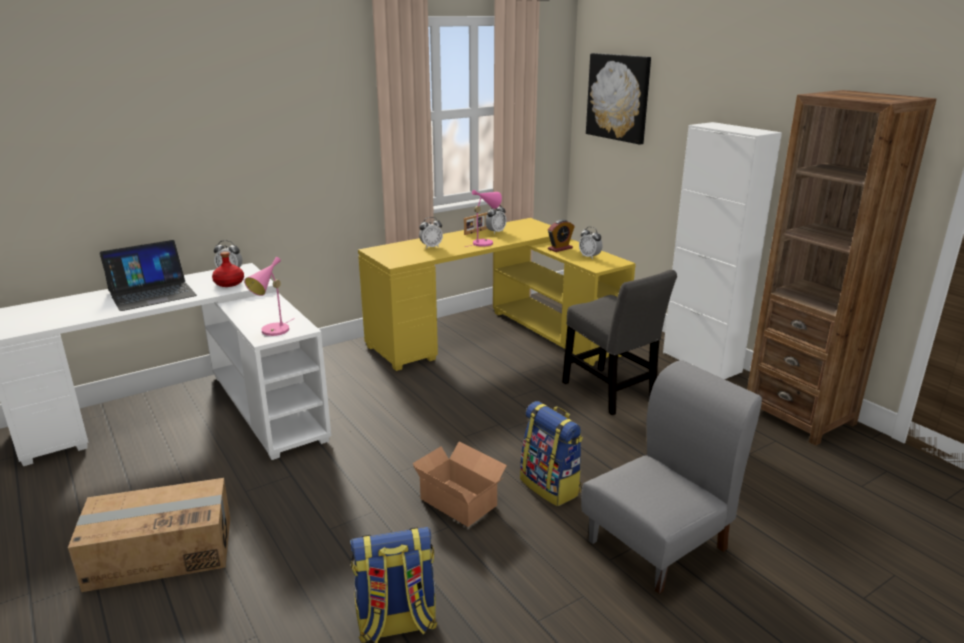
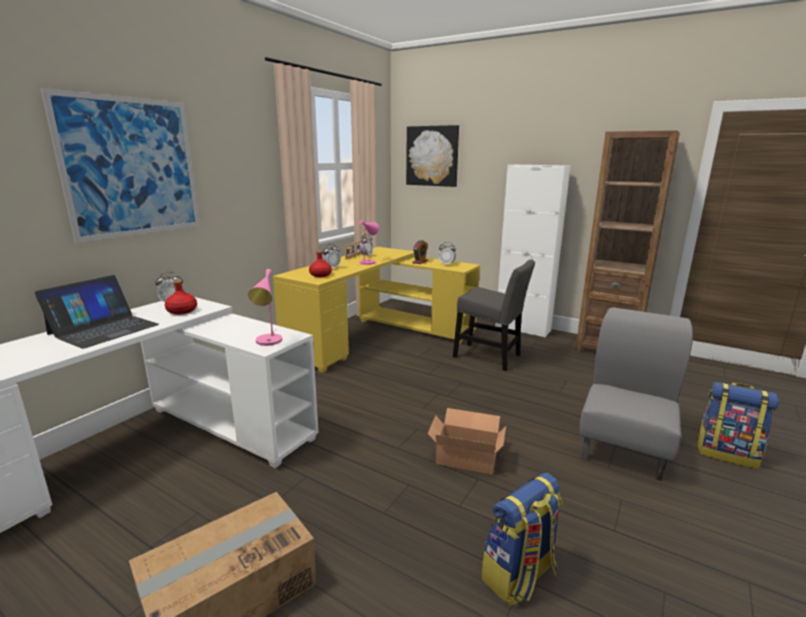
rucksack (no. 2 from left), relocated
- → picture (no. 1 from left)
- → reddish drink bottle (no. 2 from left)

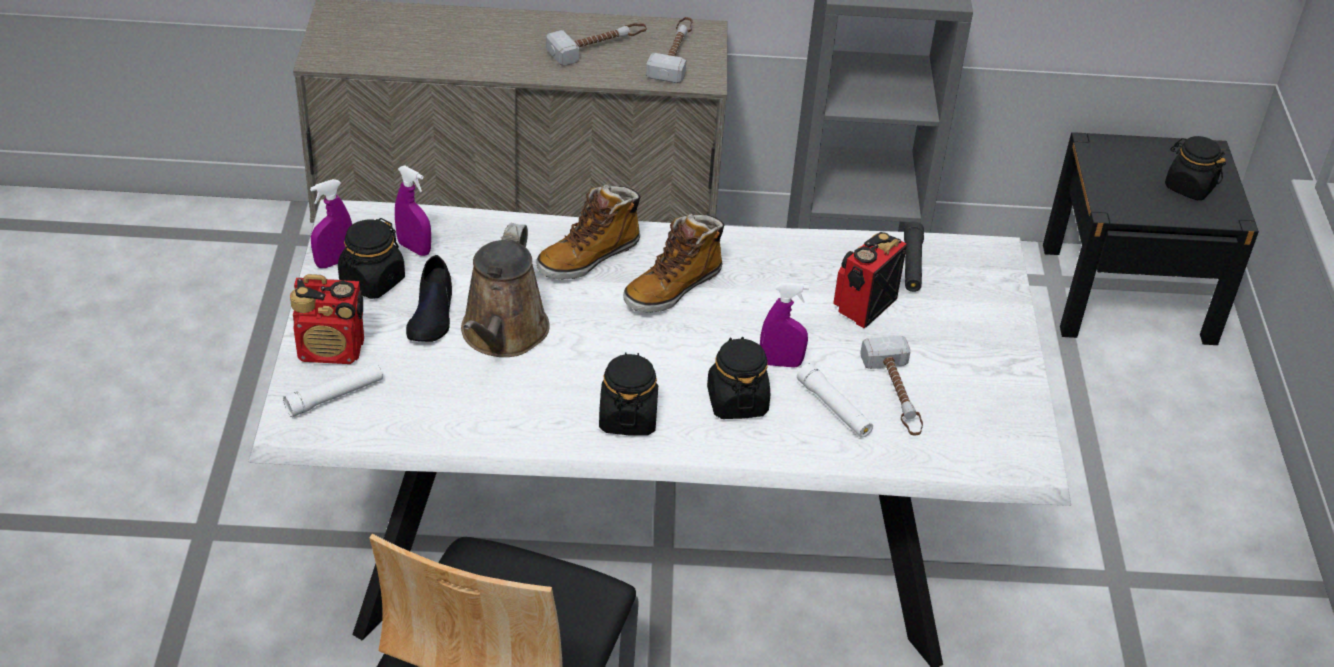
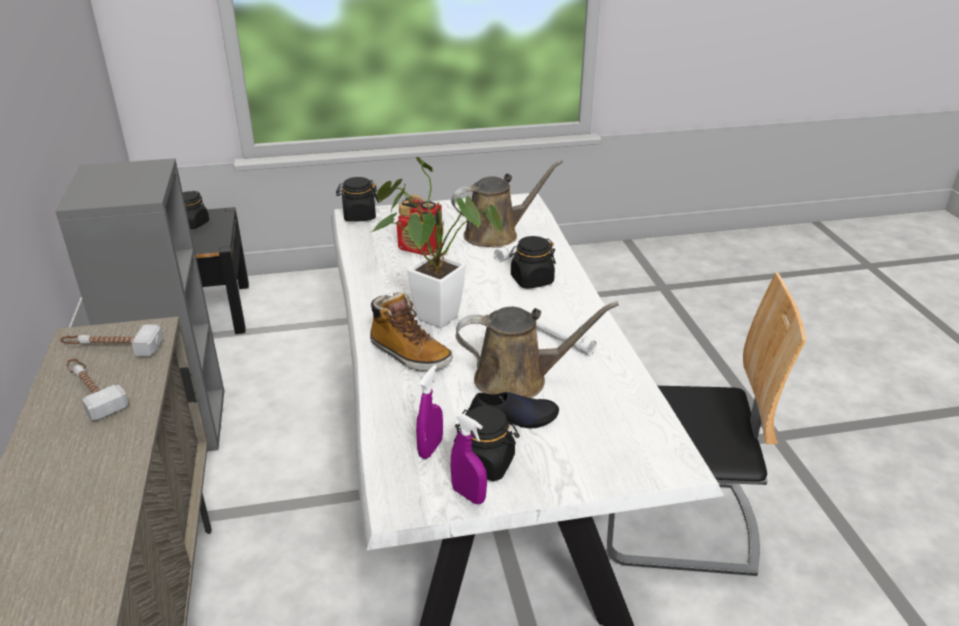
white torch (no. 1 from left in the first image) → white torch (no. 2 from left), relocated
radio (no. 1 from left) → -
blackish storage jar (no. 2 from left), relocated
boot (no. 2 from left) → potted plant
purple sprayer (no. 3 from left) → -
hammer (no. 3 from left) → brownish watering pot (no. 1 from left)
blackish torch → -

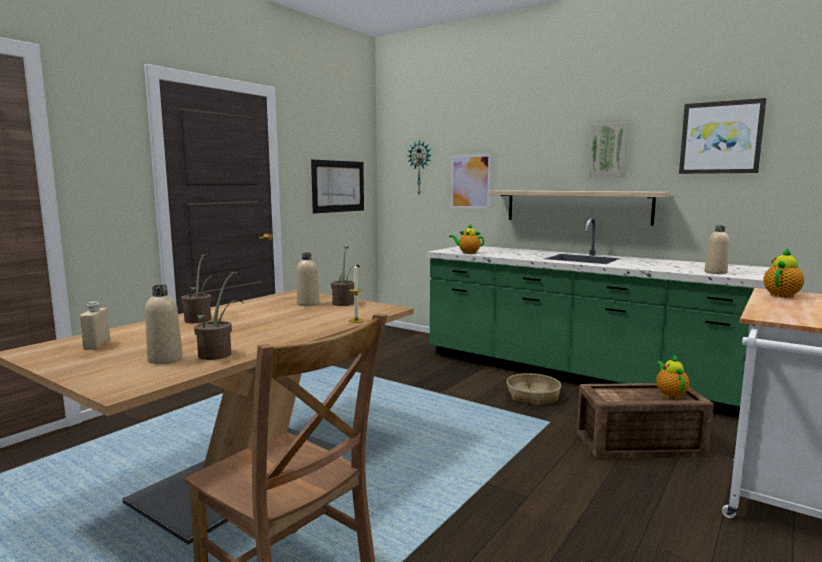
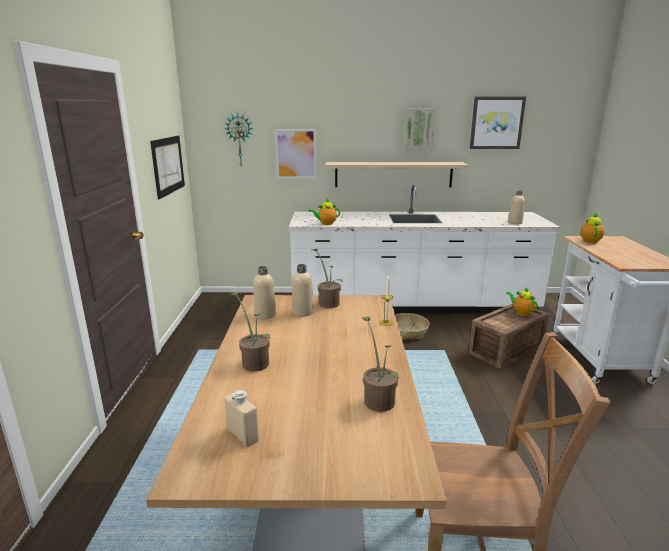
beige-coloured drink bottle (no. 2 from left), relocated
greenish kitchen base unit → white kitchen base unit

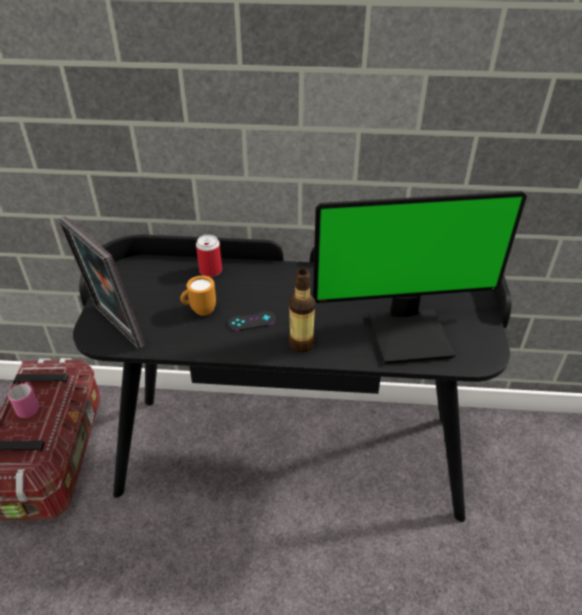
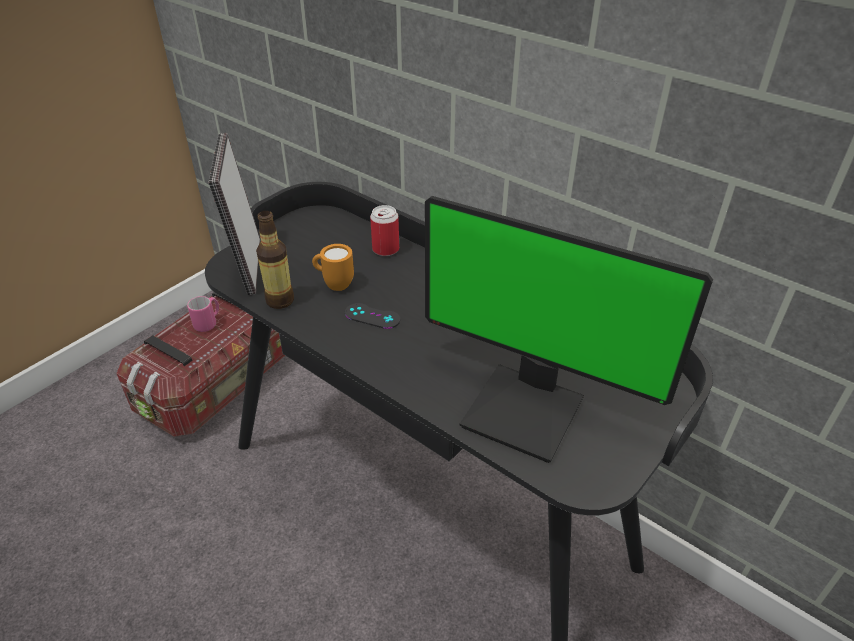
drink bottle, relocated

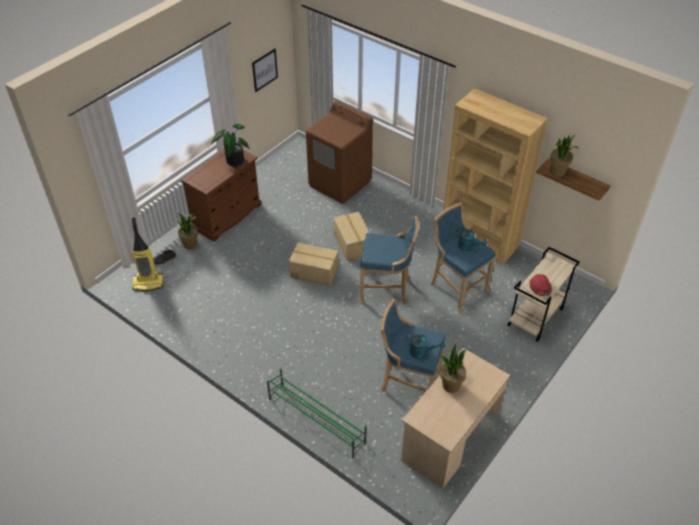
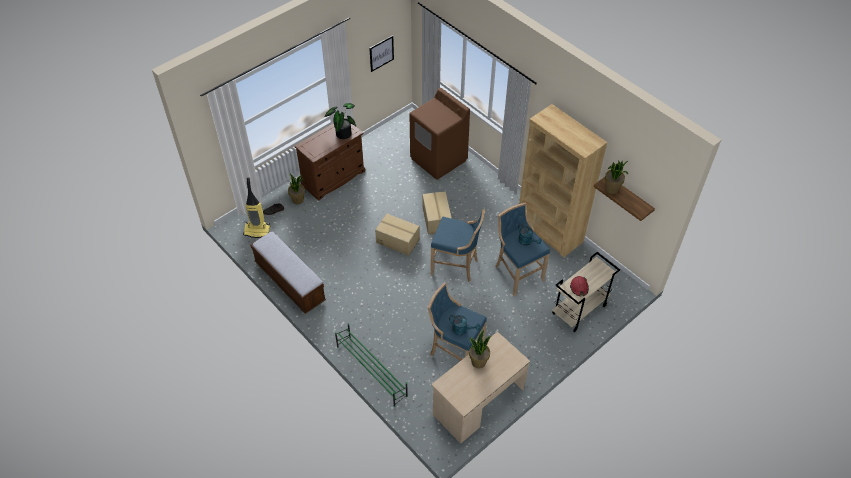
- → bench

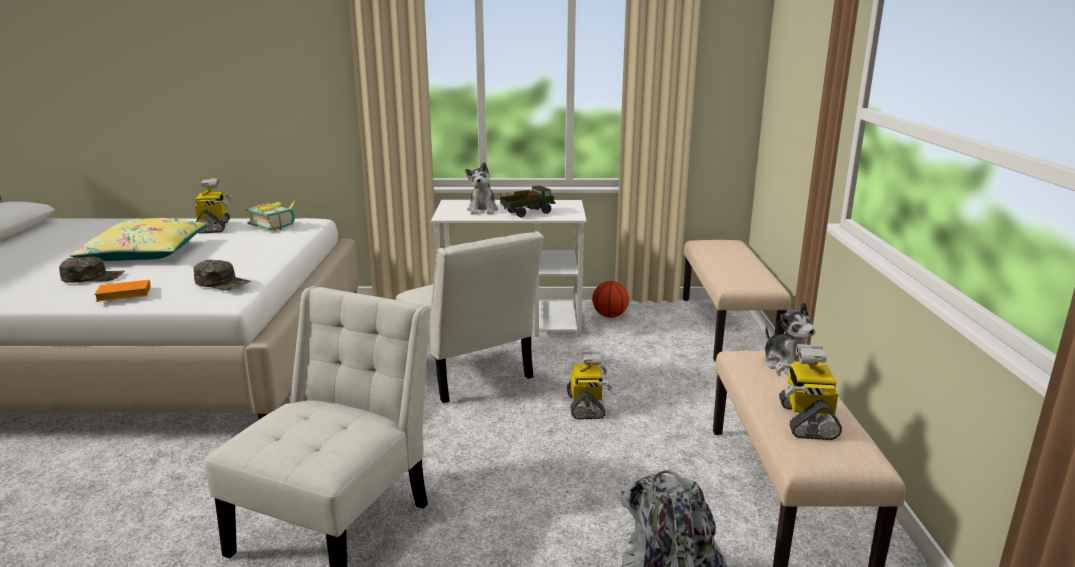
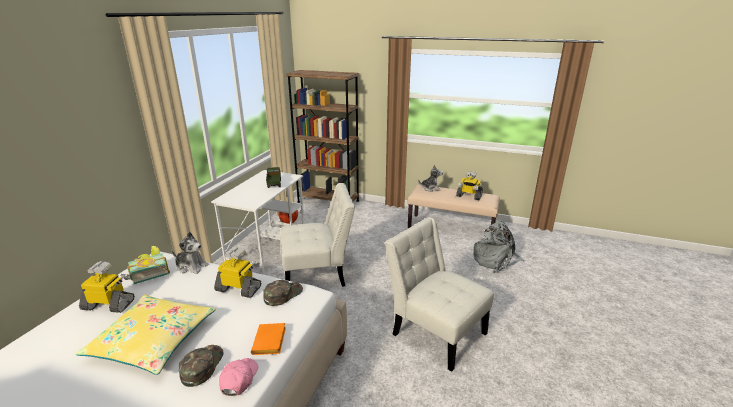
plush toy (no. 1 from left), relocated
model robot (no. 2 from left), relocated
beige-coloured bench (no. 1 from left) → brownish bookshelf
- → pink cap

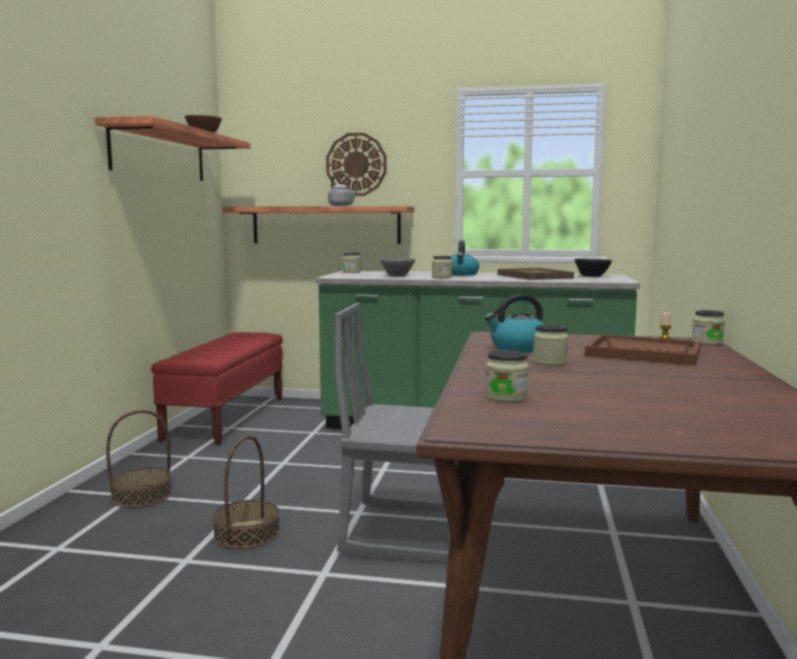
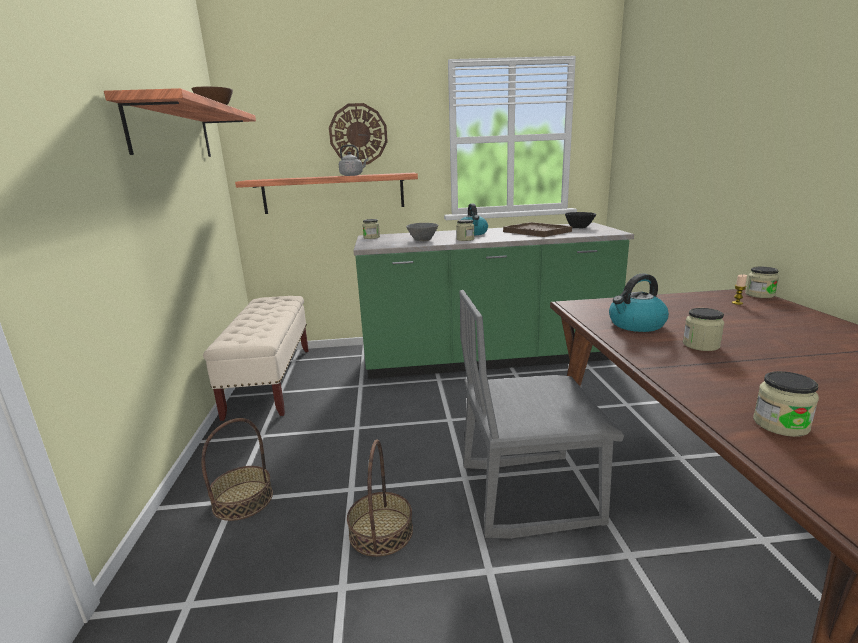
reddish bench → beige-coloured bench
brownish carrying tray (no. 2 from left) → -

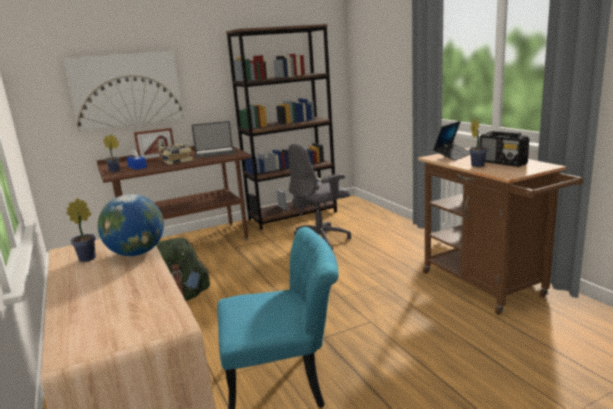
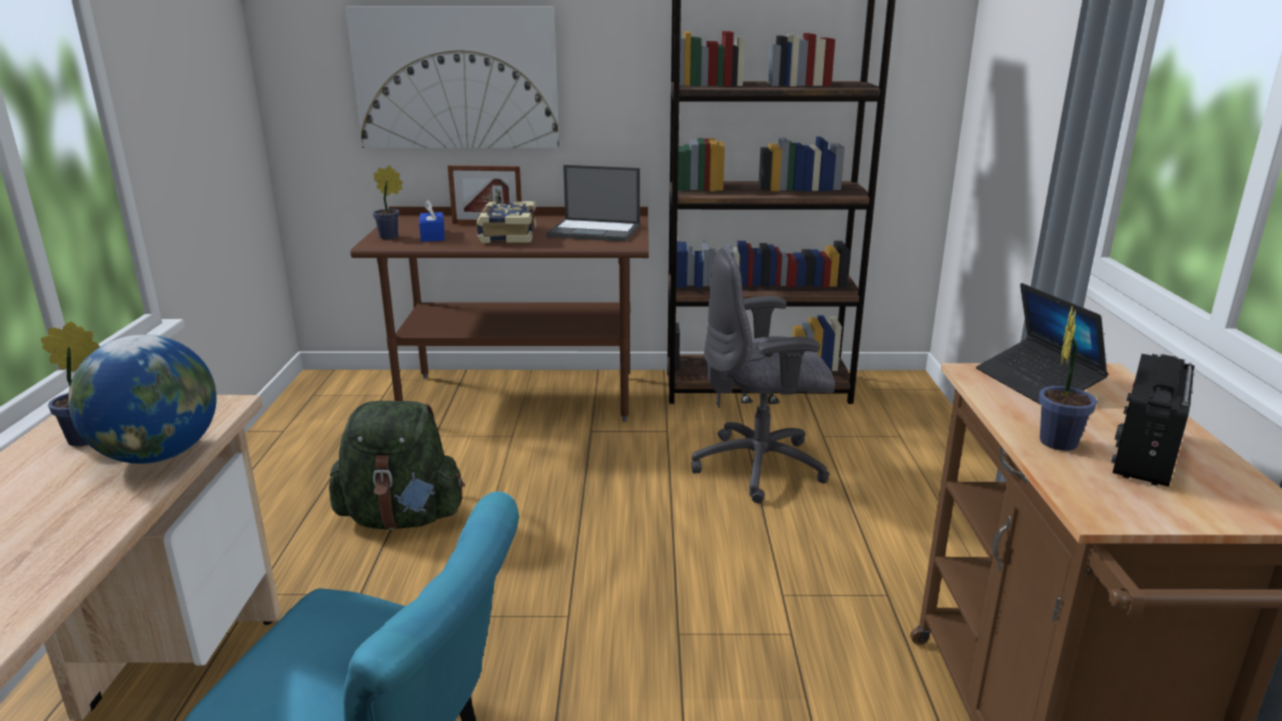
portable computer (no. 2 from left), 90 degrees clockwise
radio, 45 degrees clockwise

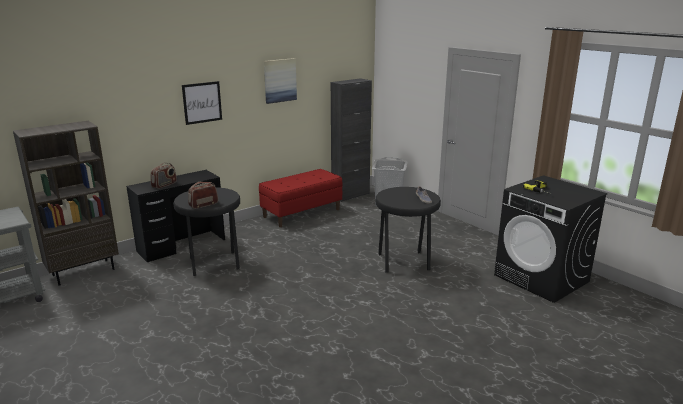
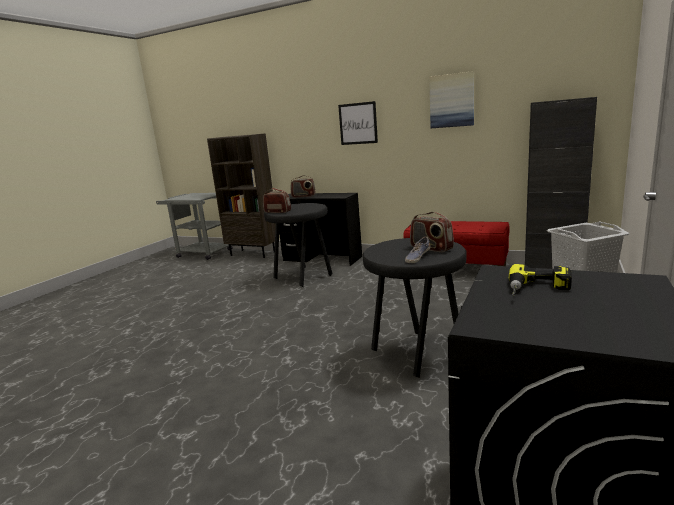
- → radio (no. 3 from left)

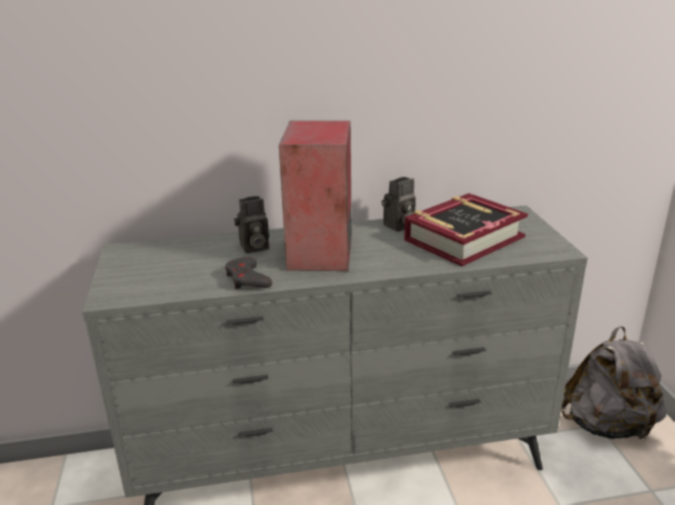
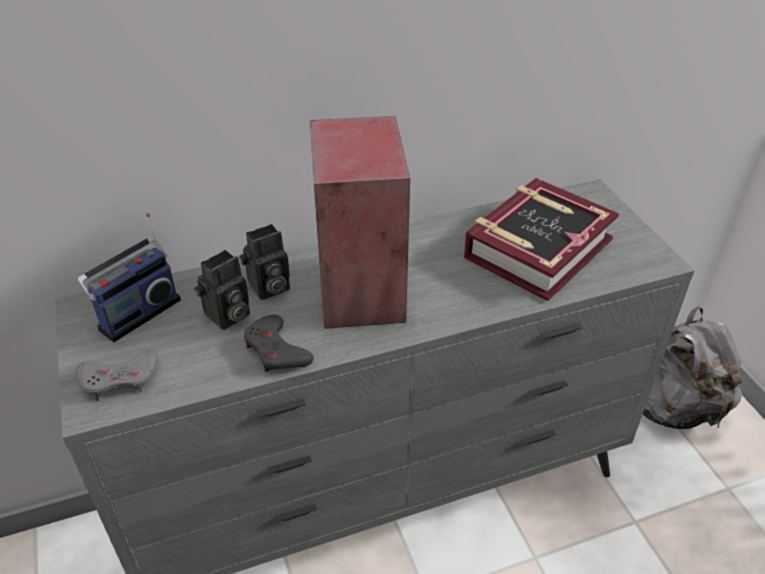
photo camera (no. 2 from left in the first image) → photo camera (no. 1 from left), relocated
- → gray gamepad (no. 1 from left)
- → radio

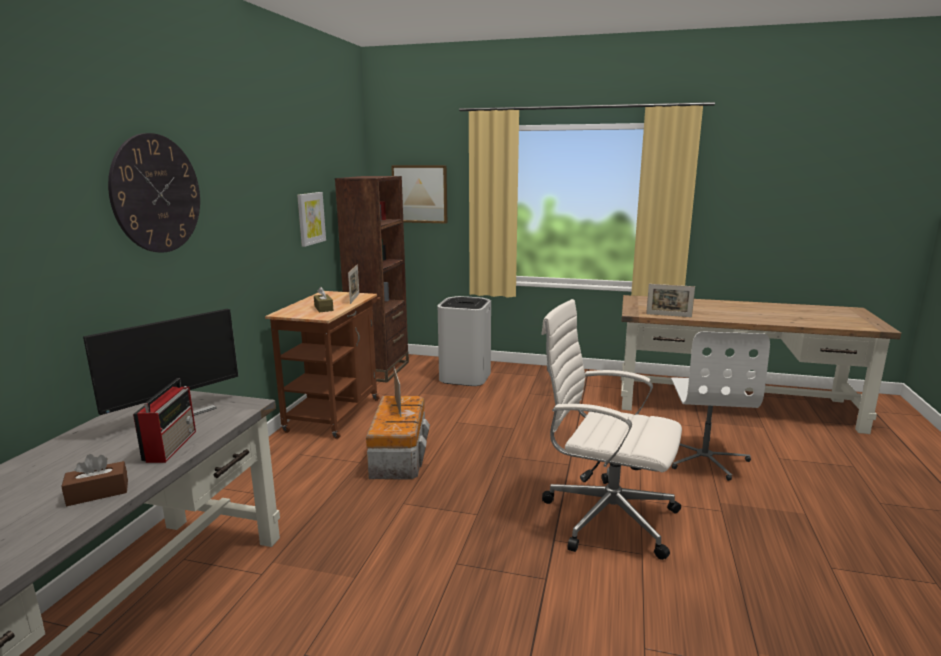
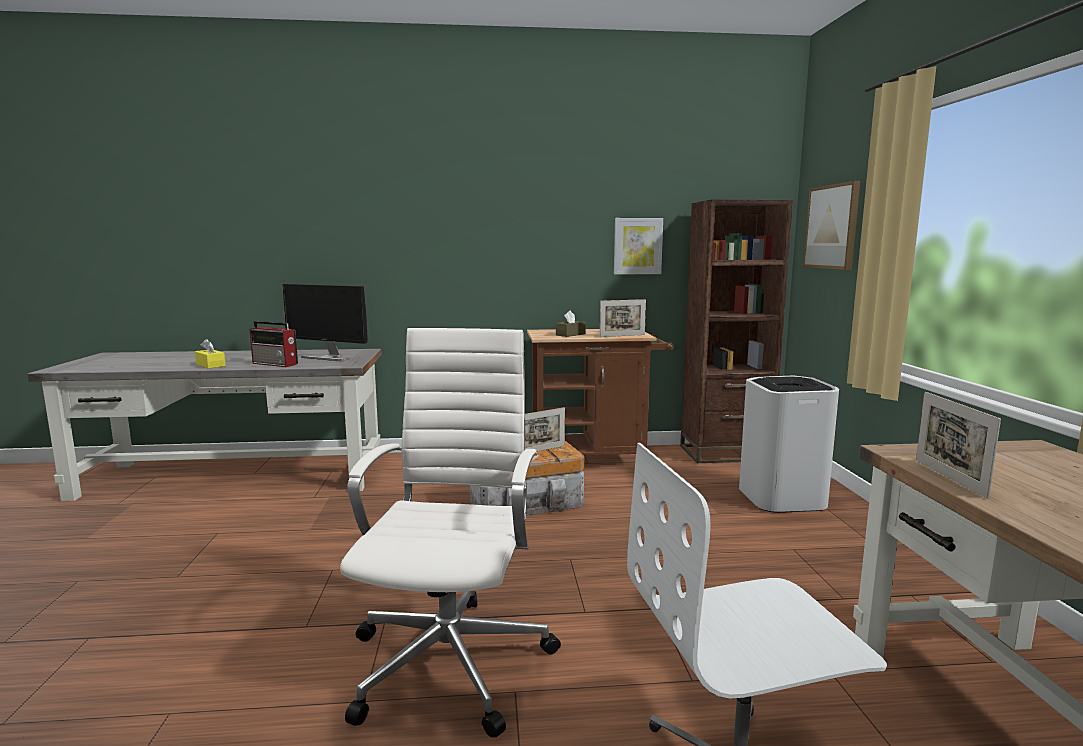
brownish tissue box (no. 1 from left) → yellow-coloured tissue box
wall clock → -
radio, 45 degrees clockwise

